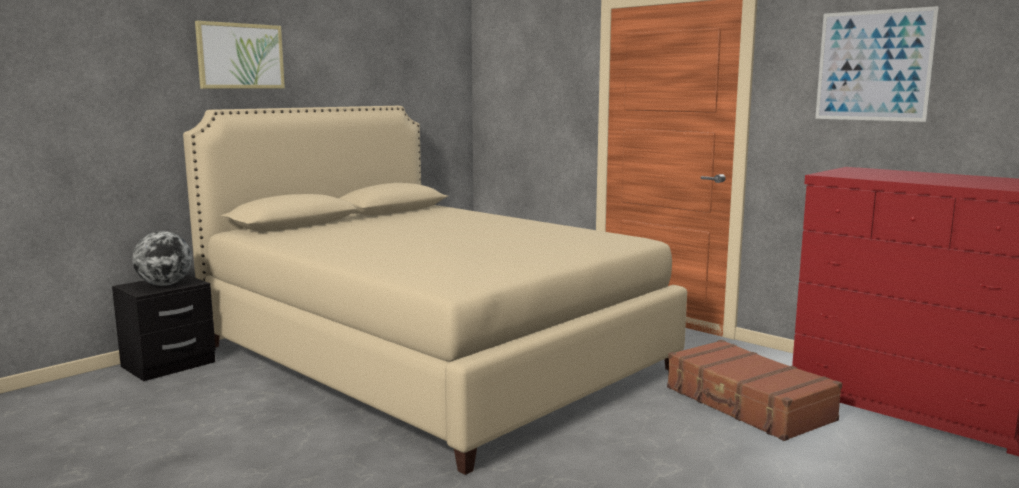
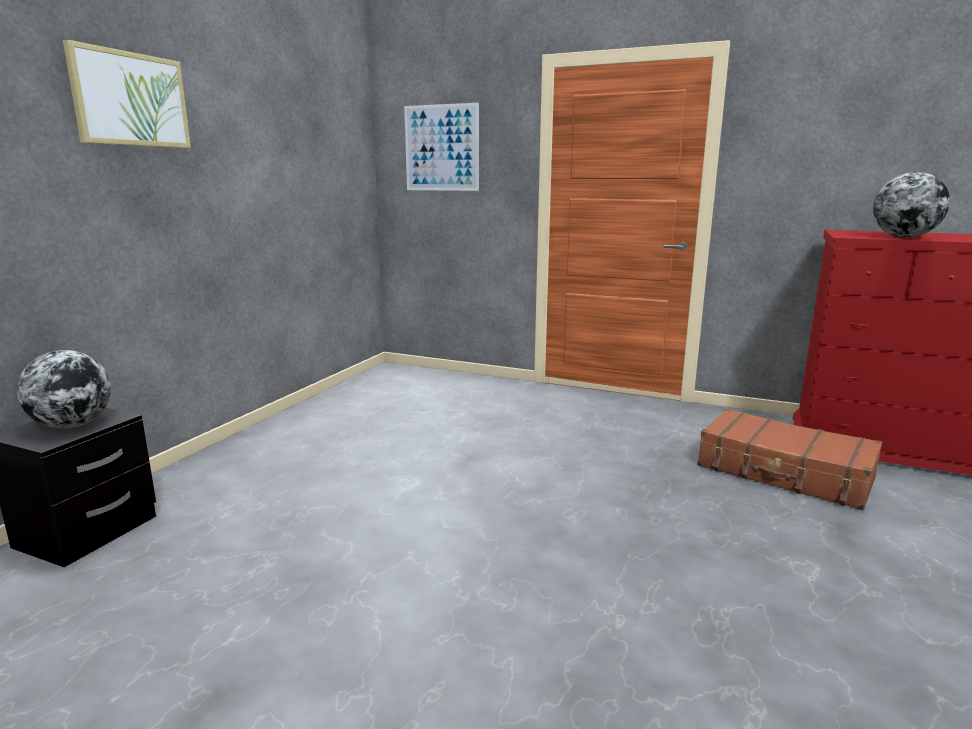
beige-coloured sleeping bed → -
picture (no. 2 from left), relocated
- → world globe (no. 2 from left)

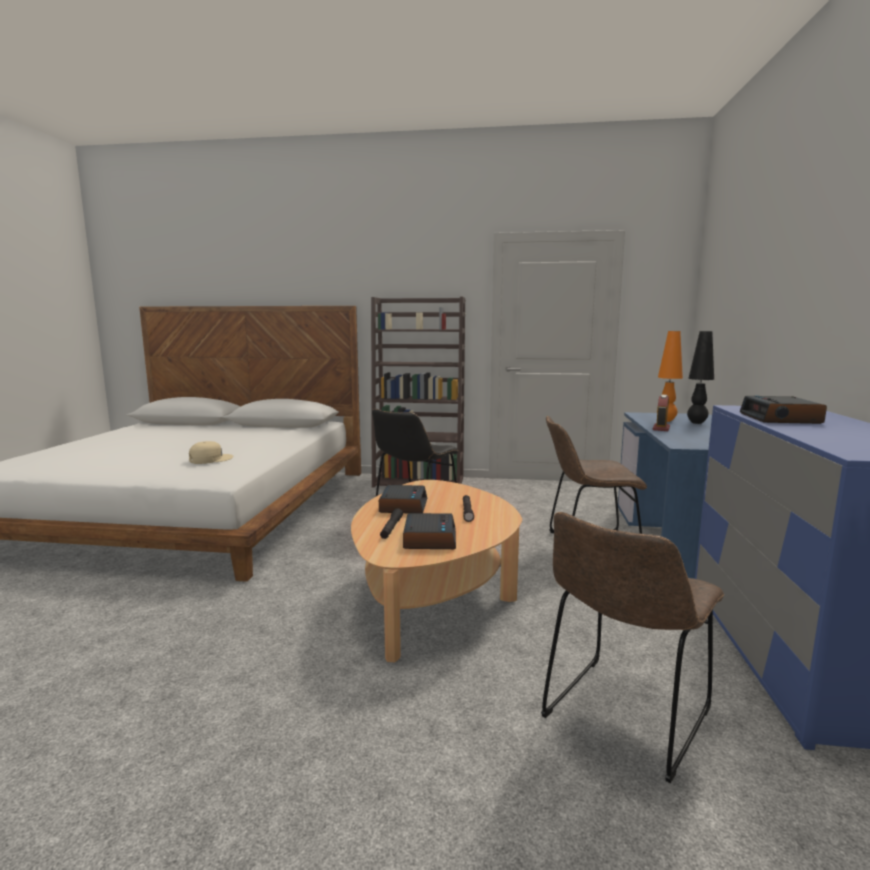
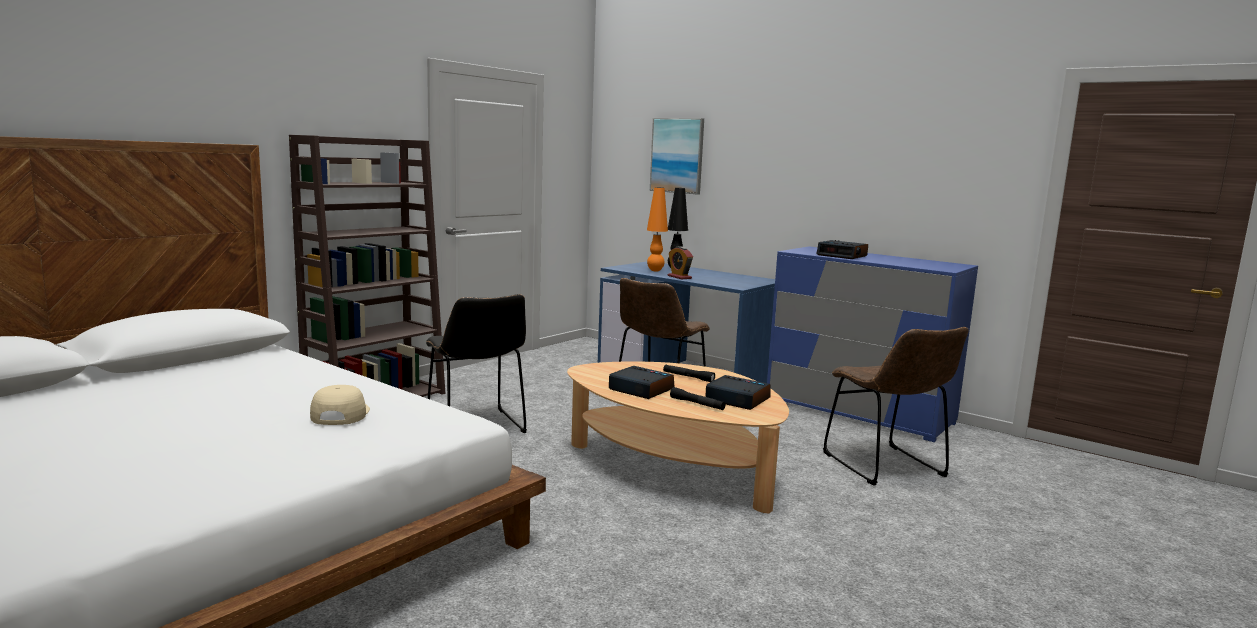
- → picture

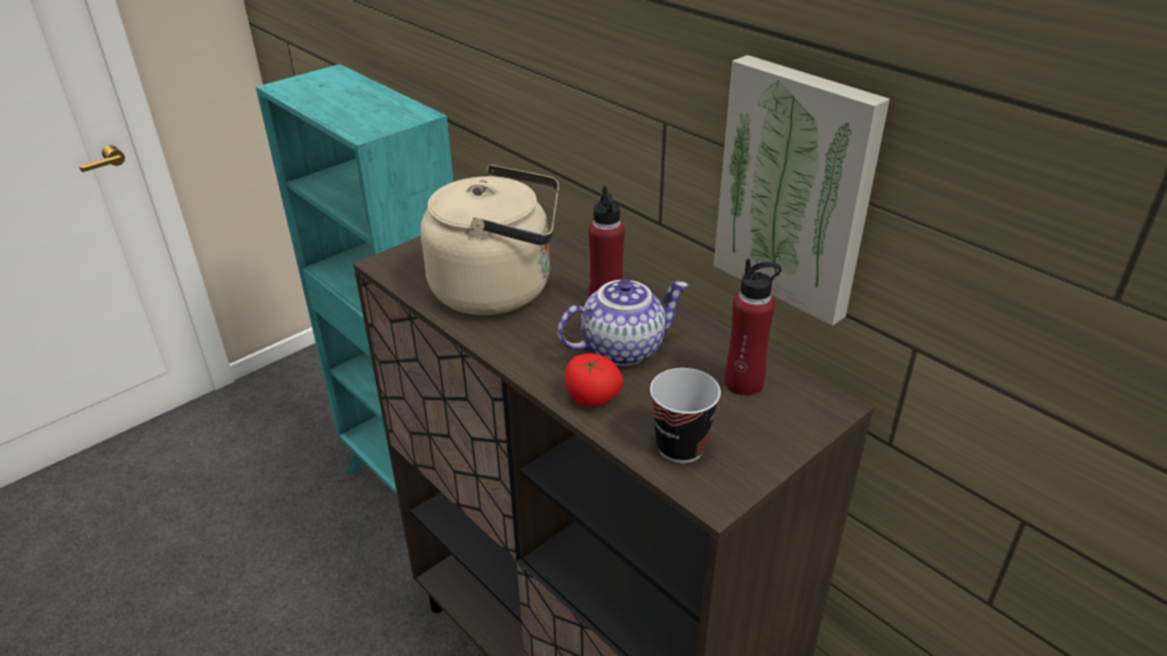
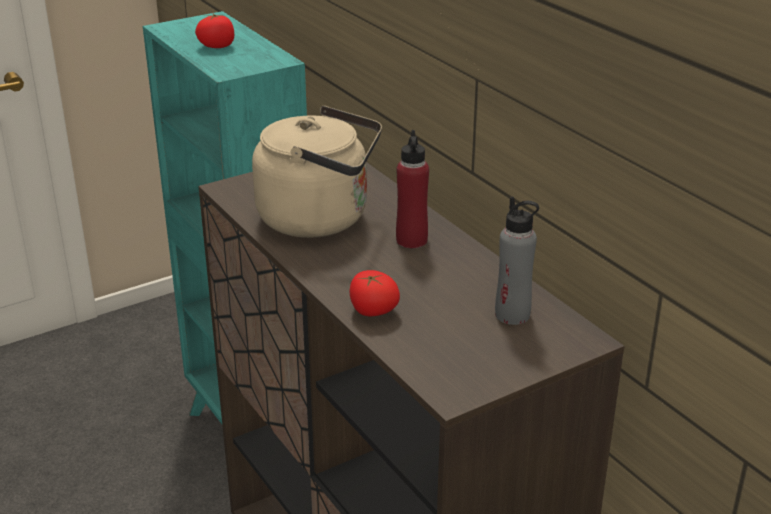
tea pot → -
drinking cup → -
picture → -
reddish drink bottle (no. 2 from left) → gray drink bottle
- → tomato (no. 1 from left)

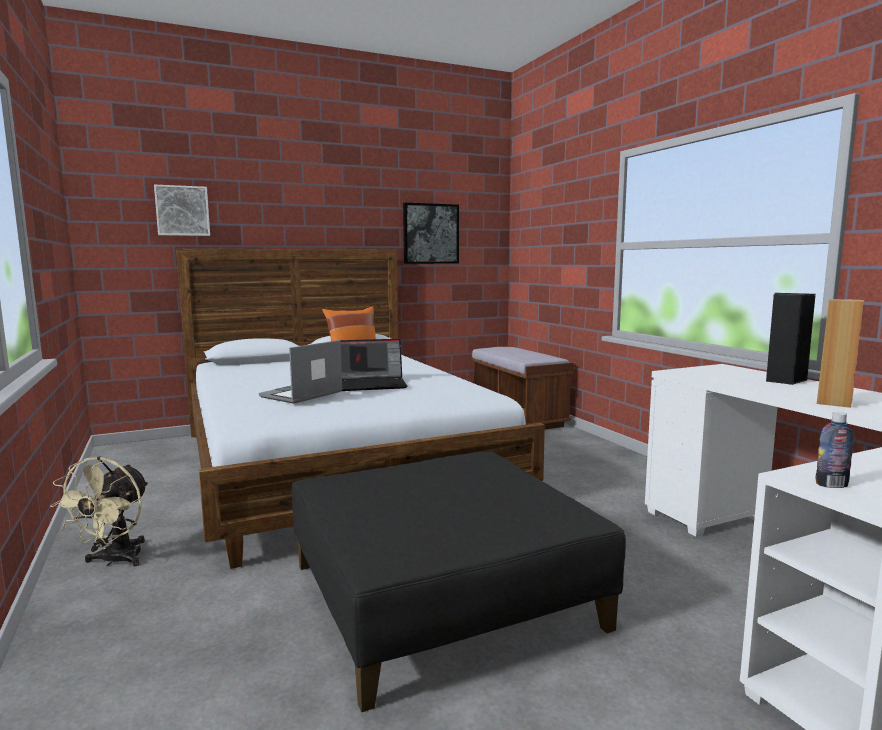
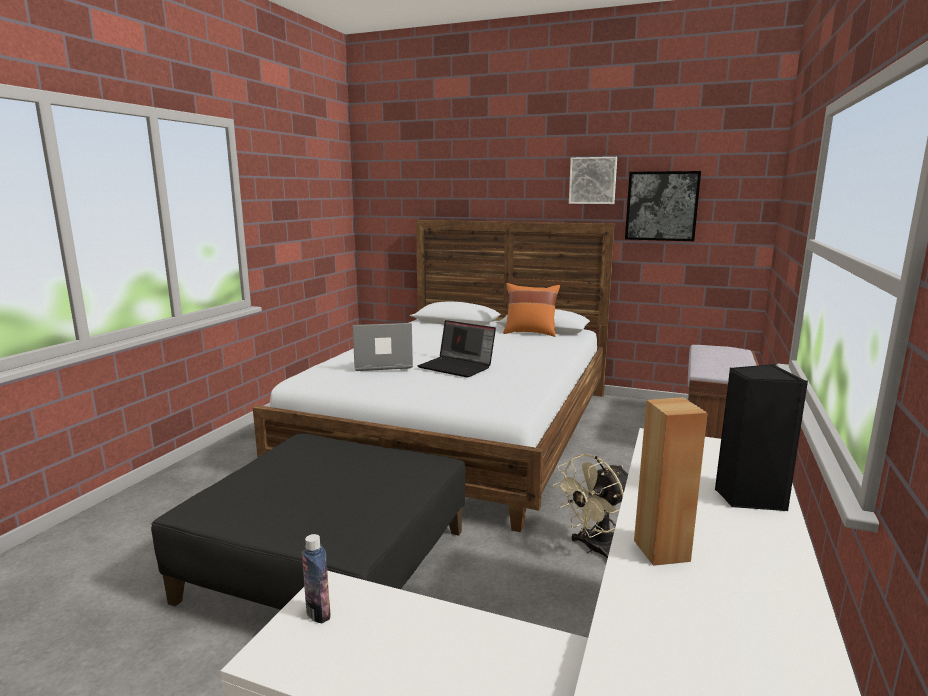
beige-coloured fan, relocated
picture (no. 1 from left), relocated

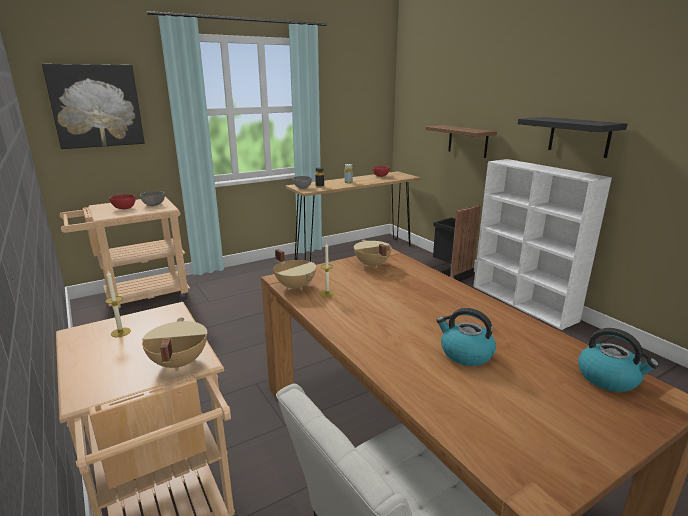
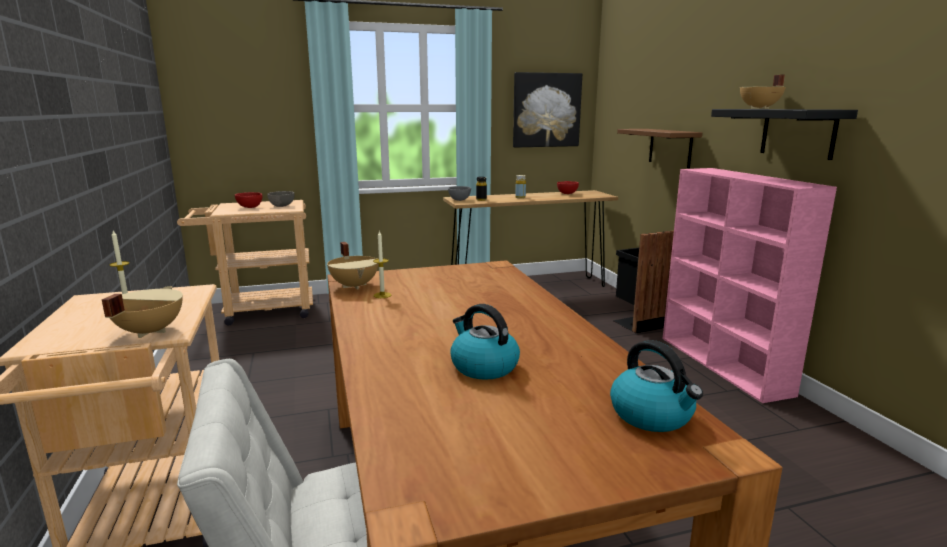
picture, relocated
beige-coloured stockpot (no. 3 from left), relocated
white bookshelf → pink bookshelf

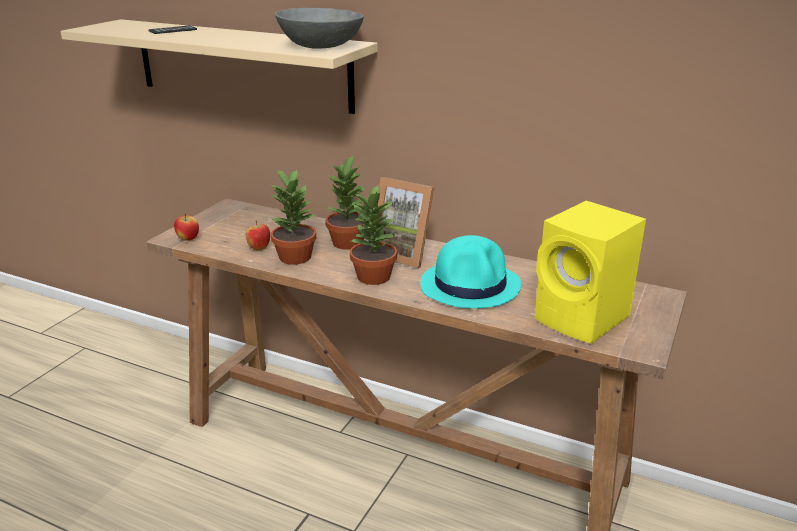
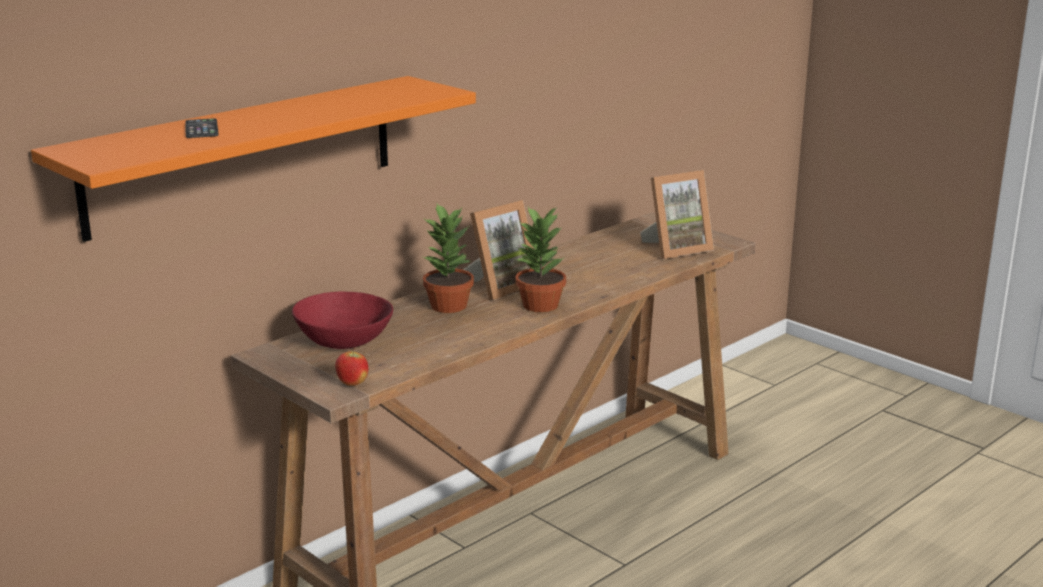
beige-coloured bracket shelf → orange-coloured bracket shelf
whole apple (no. 2 from left) → -
potted plant (no. 1 from left) → -
gray serving bowl → -
turquoise wearable hat → -
yellow-coloured audio speaker → picture frame (no. 2 from left)
- → reddish serving bowl

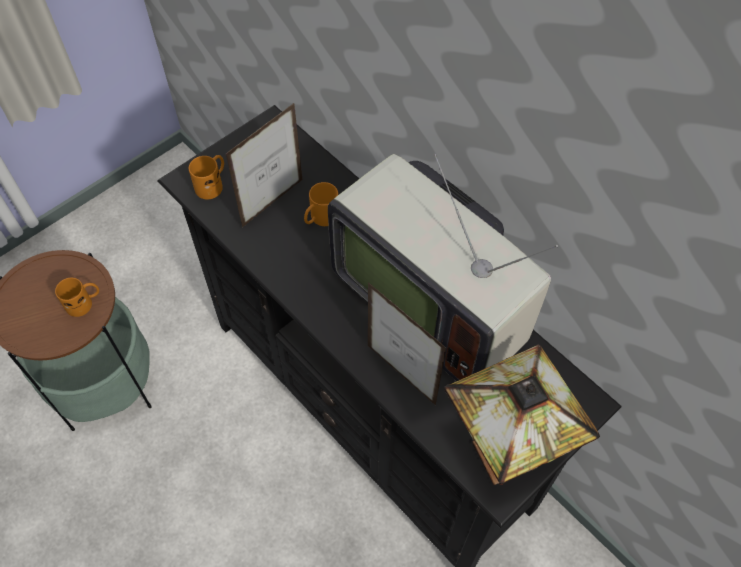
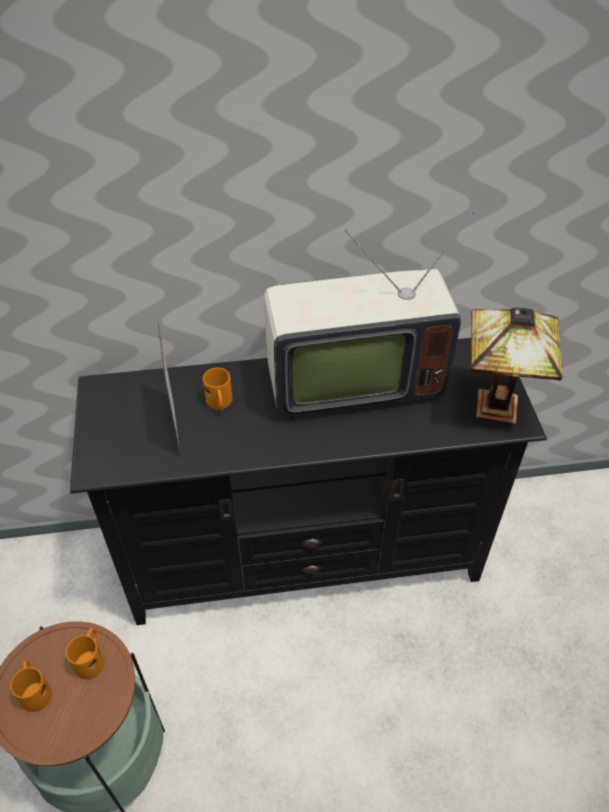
orange-coloured mug (no. 2 from left in the first image) → orange-coloured mug (no. 1 from left), relocated
picture frame (no. 2 from left) → -

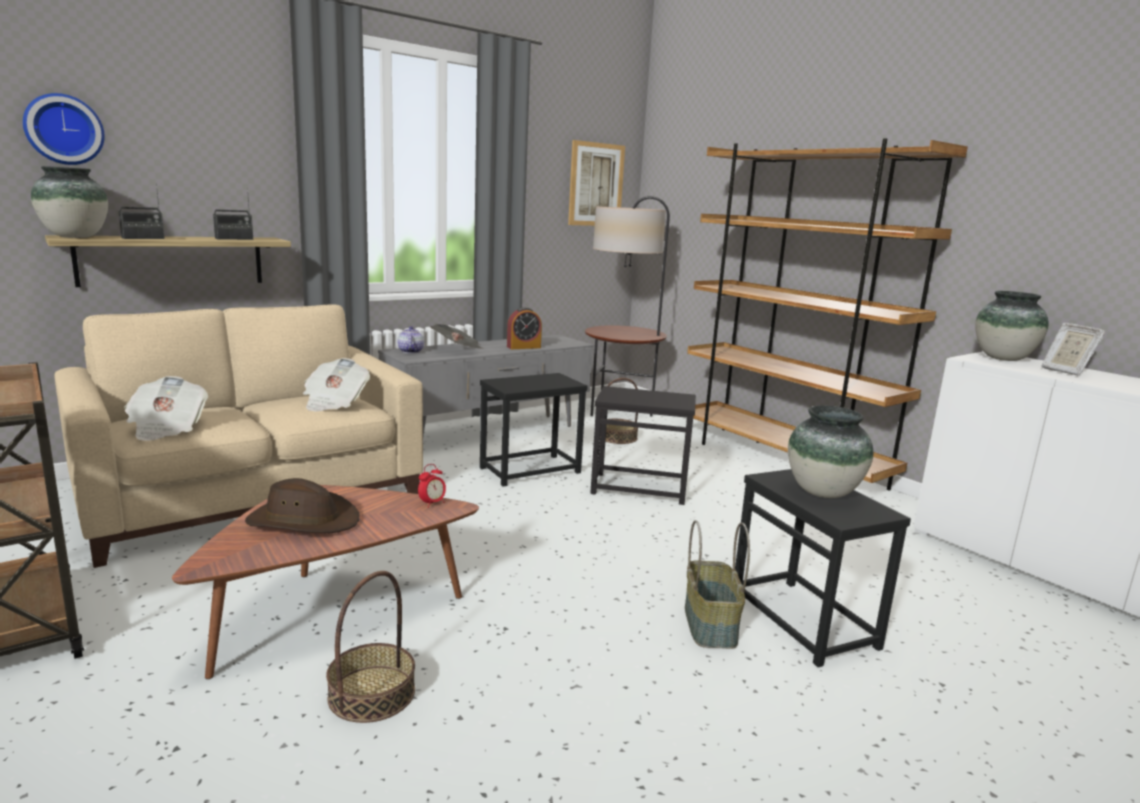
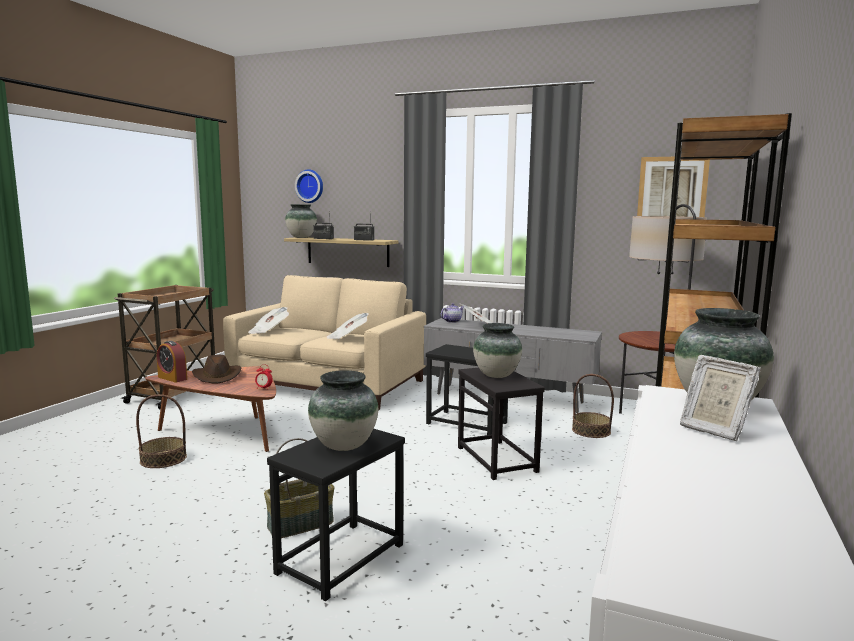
bedside clock (no. 2 from left in the first image) → bedside clock (no. 1 from left), relocated
picture frame, 75 degrees counterclockwise
- → flower vase (no. 3 from left)

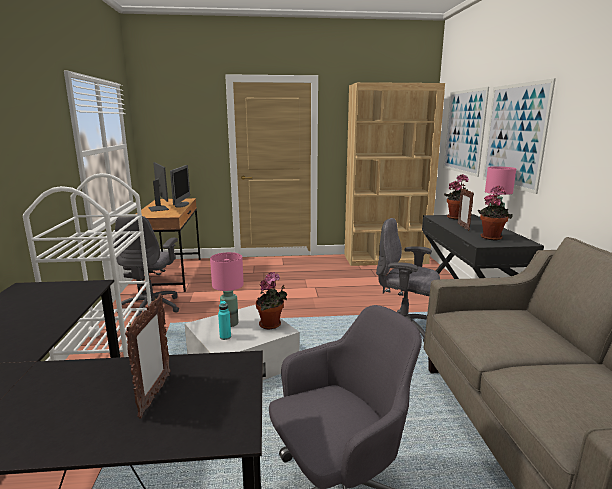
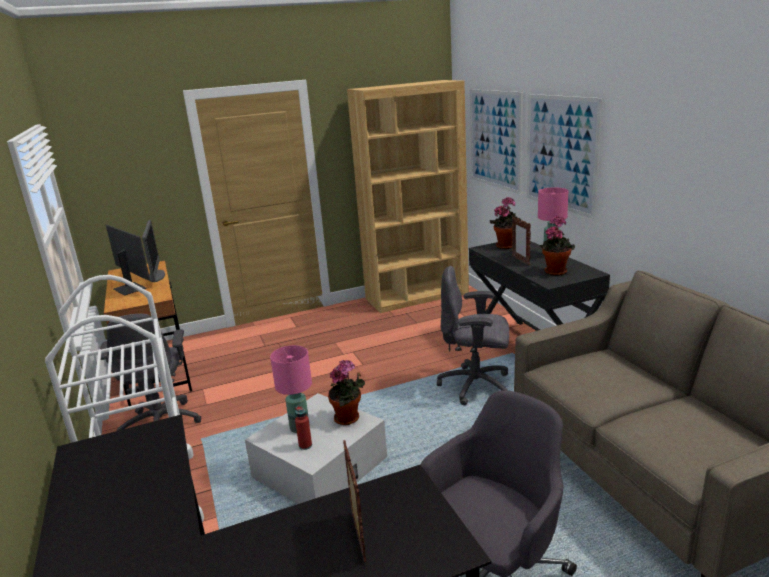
turquoise drink bottle → reddish drink bottle

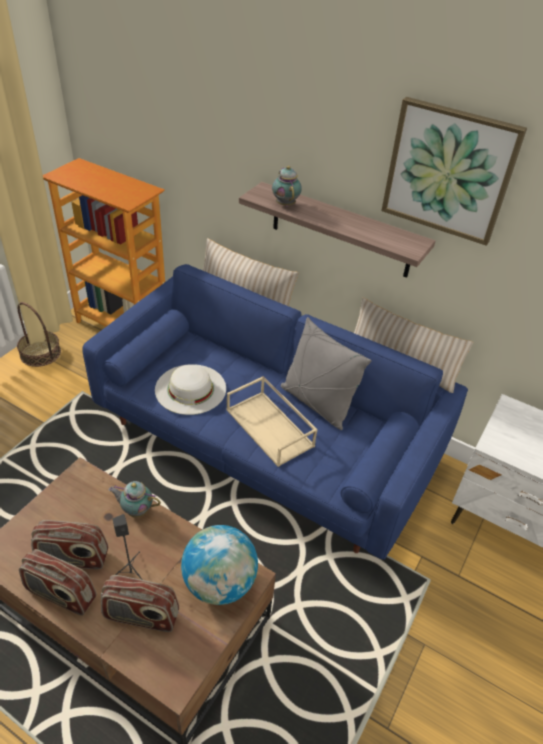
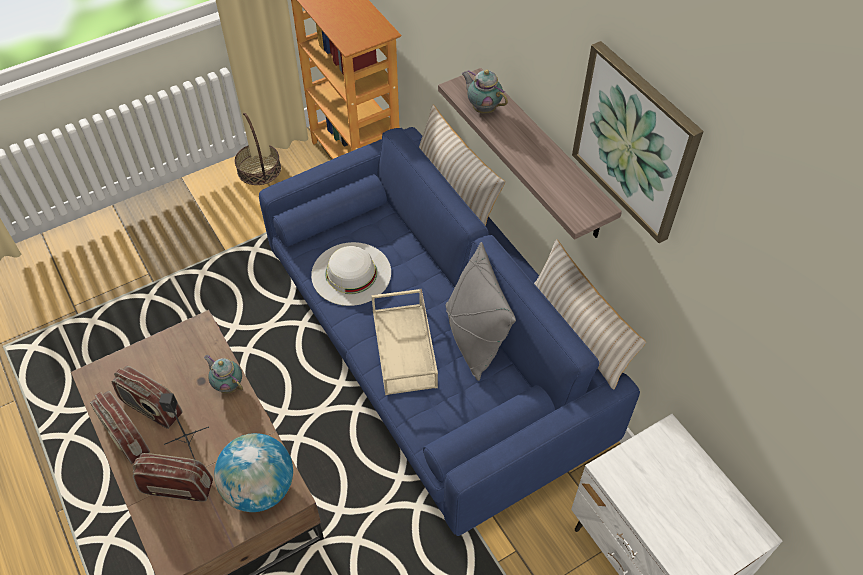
radio (no. 3 from left), 150 degrees clockwise
tea pot (no. 2 from left), 60 degrees counterclockwise

